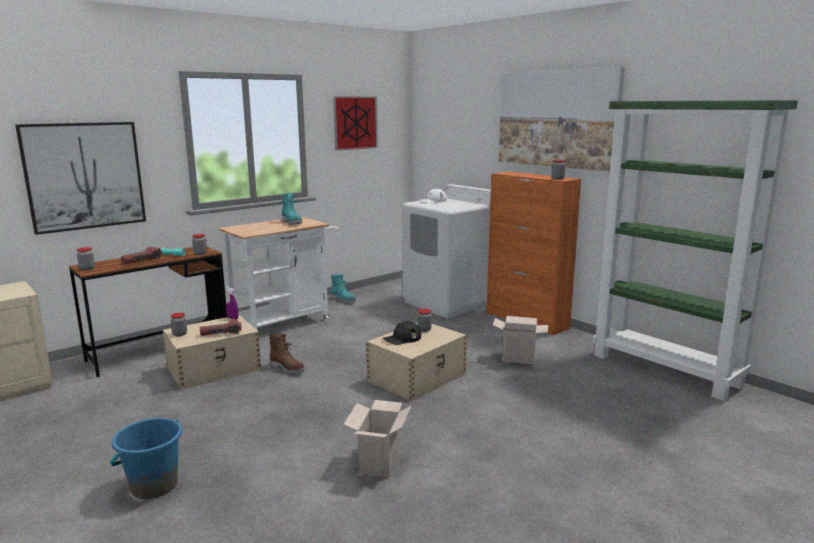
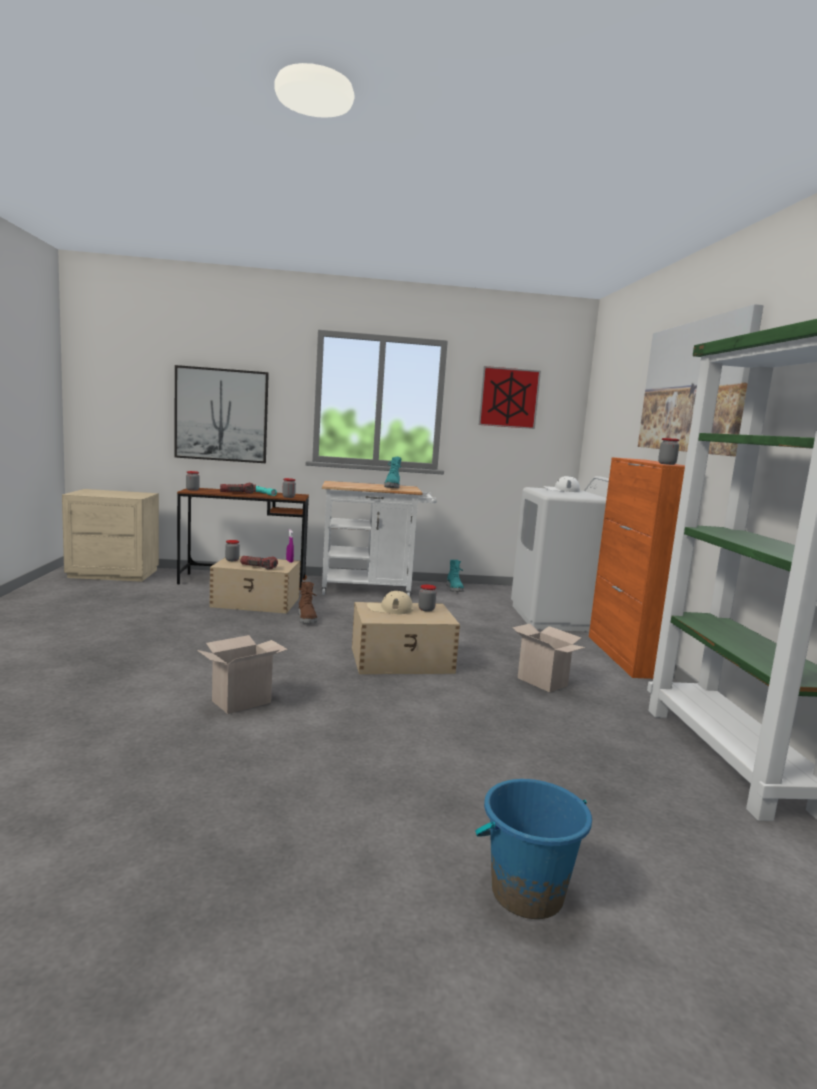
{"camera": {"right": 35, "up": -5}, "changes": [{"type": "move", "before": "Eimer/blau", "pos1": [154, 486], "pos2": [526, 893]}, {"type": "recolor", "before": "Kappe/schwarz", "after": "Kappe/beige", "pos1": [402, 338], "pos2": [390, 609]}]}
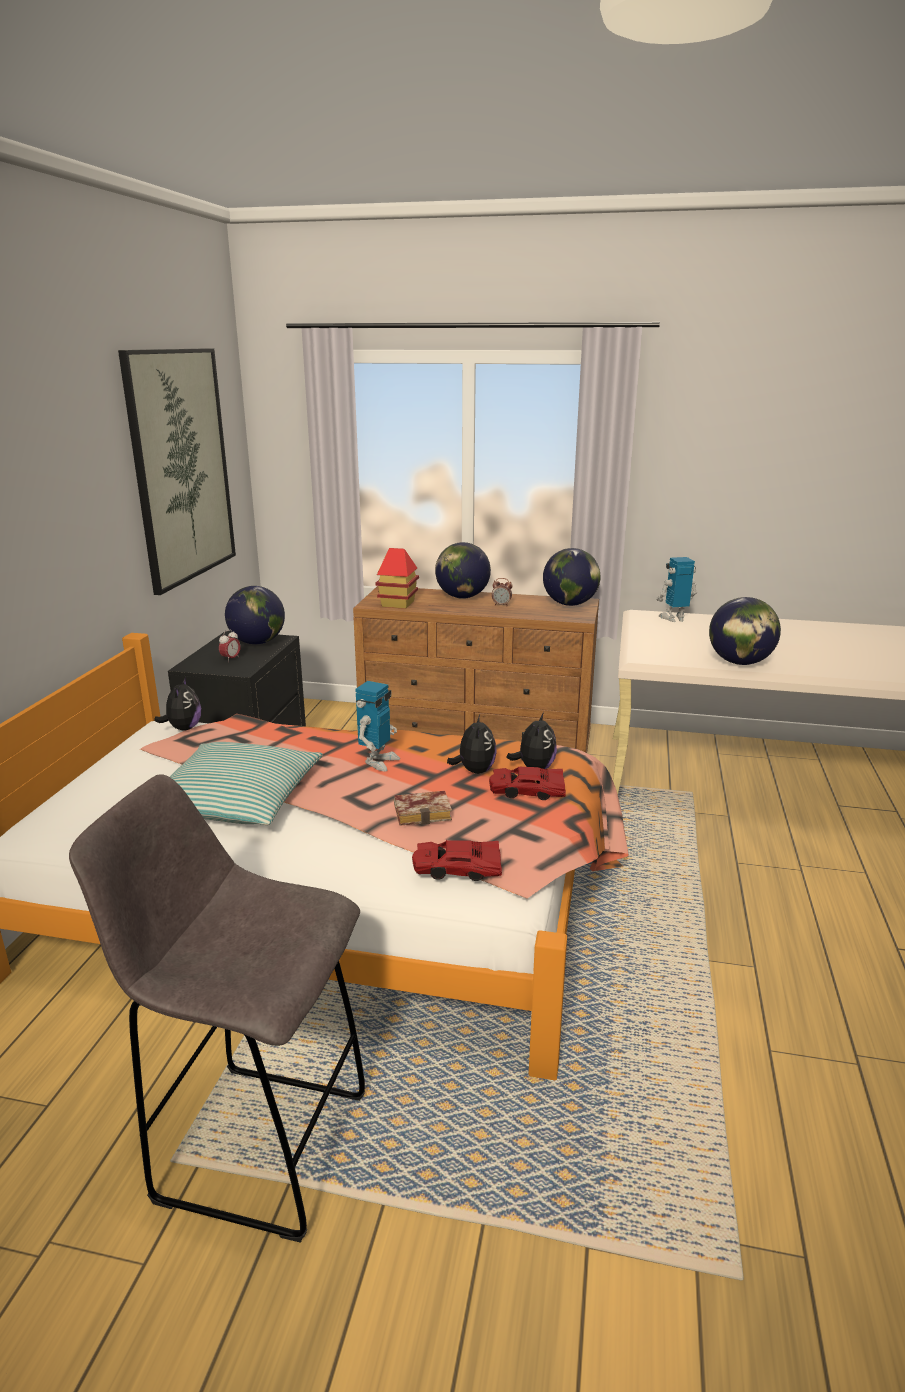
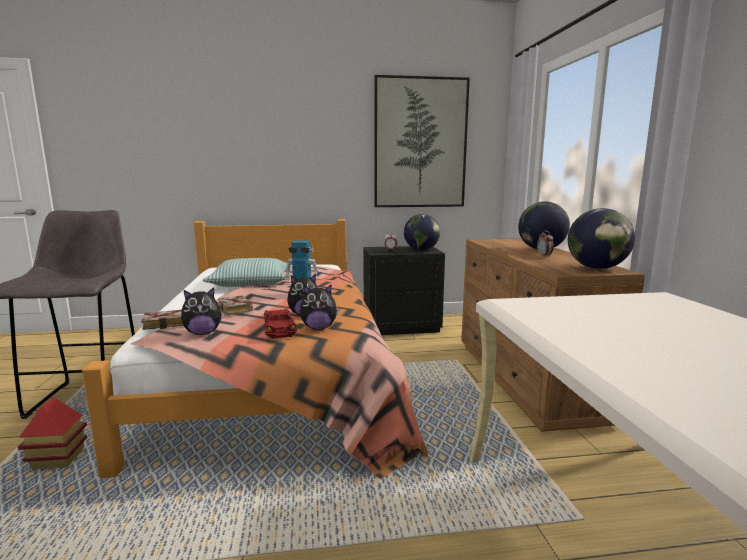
{"camera": {"right": 70, "up": -10}, "changes": [{"type": "delete", "before": "Spielzeugroboter", "pos1": [674, 619]}, {"type": "delete", "before": "Globus", "pos1": [739, 662]}, {"type": "move", "before": "Plüschtier", "pos1": [183, 728], "pos2": [203, 333]}, {"type": "move", "before": "Spielzeughaus", "pos1": [398, 604], "pos2": [58, 460]}, {"type": "replace", "before": "Spielzeugauto/rot", "after": "Buch", "pos1": [457, 869], "pos2": [167, 323]}]}
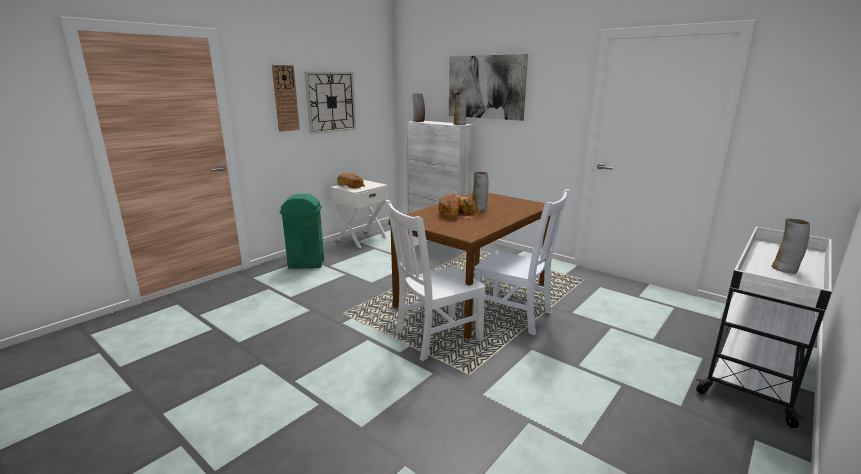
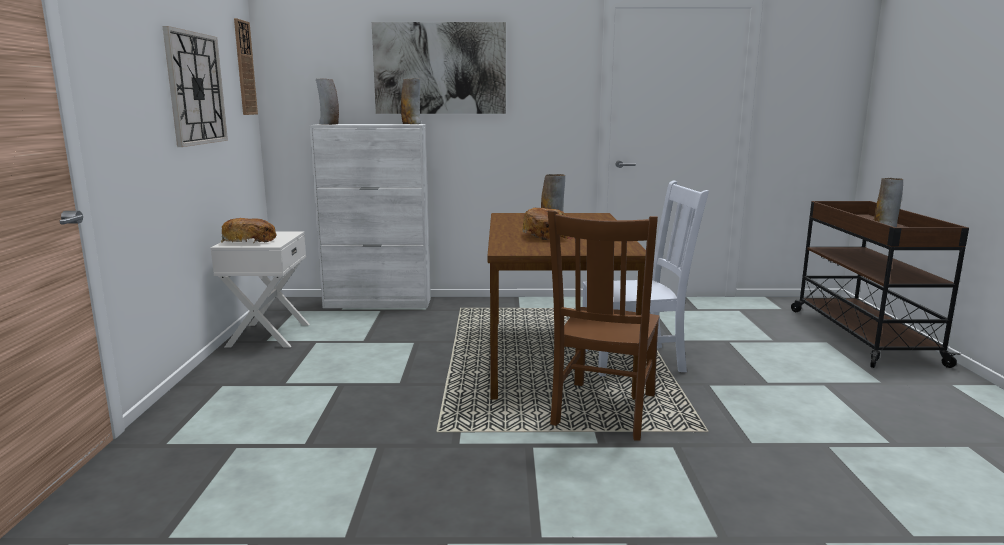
{"camera": {"right": -40, "up": -5}, "changes": [{"type": "delete", "before": "Mülleimer/grün", "pos1": [306, 264]}, {"type": "move", "before": "Wanduhr", "pos1": [285, 98], "pos2": [245, 68]}, {"type": "recolor", "before": "Stuhl/weiß", "after": "Stuhl/braun", "pos1": [435, 337], "pos2": [603, 411]}, {"type": "recolor", "before": "Rollwagen/weiß", "after": "Rollwagen/braun", "pos1": [754, 366], "pos2": [861, 335]}]}
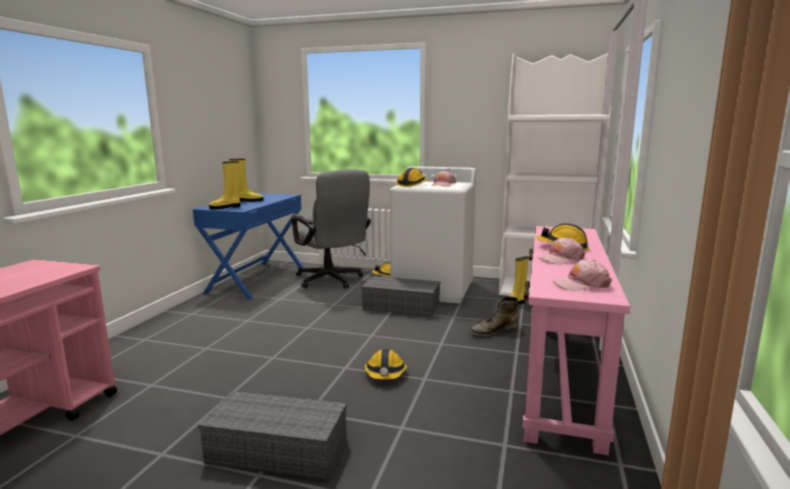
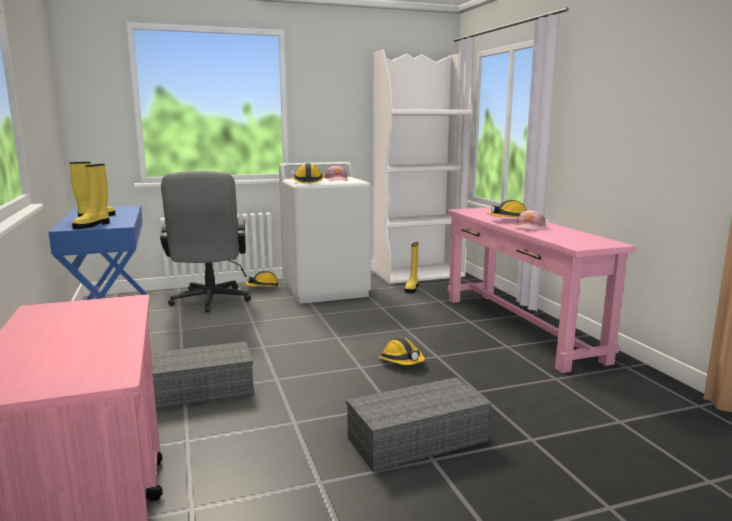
{"camera": {"right": -35, "up": 0}, "changes": [{"type": "delete", "before": "Stiefel/grün", "pos1": [493, 330]}, {"type": "delete", "before": "Kappe/rosa", "pos1": [581, 284]}, {"type": "move", "before": "Aufbewahrungsbox/grau", "pos1": [402, 306], "pos2": [198, 390]}, {"type": "rotate", "before": "Bürostuhl/grau", "pos1": [332, 281], "pos2": [210, 302], "turn": 60}]}
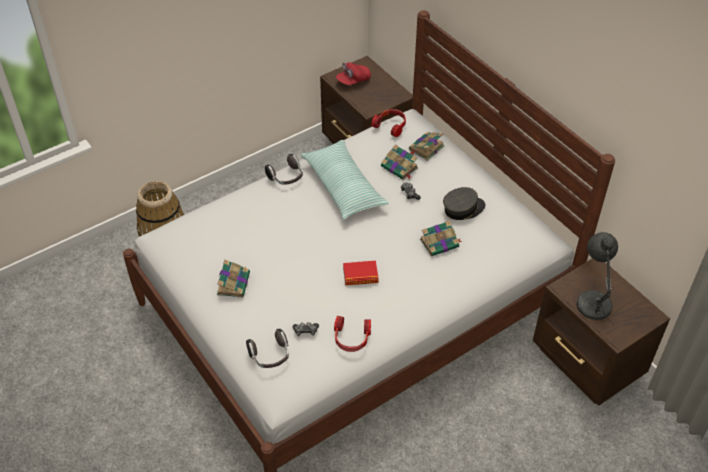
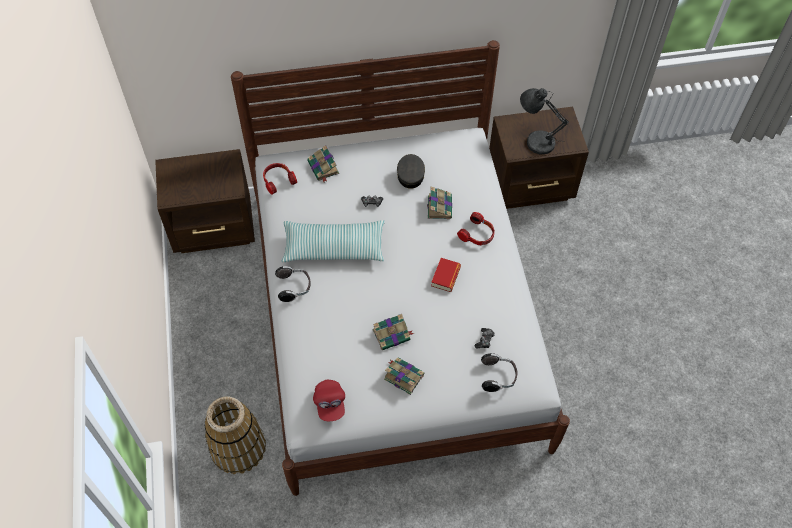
{"camera": {"right": -65, "up": 10}, "changes": [{"type": "move", "before": "Kopfhörer", "pos1": [351, 339], "pos2": [477, 234]}, {"type": "move", "before": "Kappe/rot", "pos1": [353, 80], "pos2": [330, 404]}, {"type": "move", "before": "Buch", "pos1": [400, 168], "pos2": [392, 335]}]}
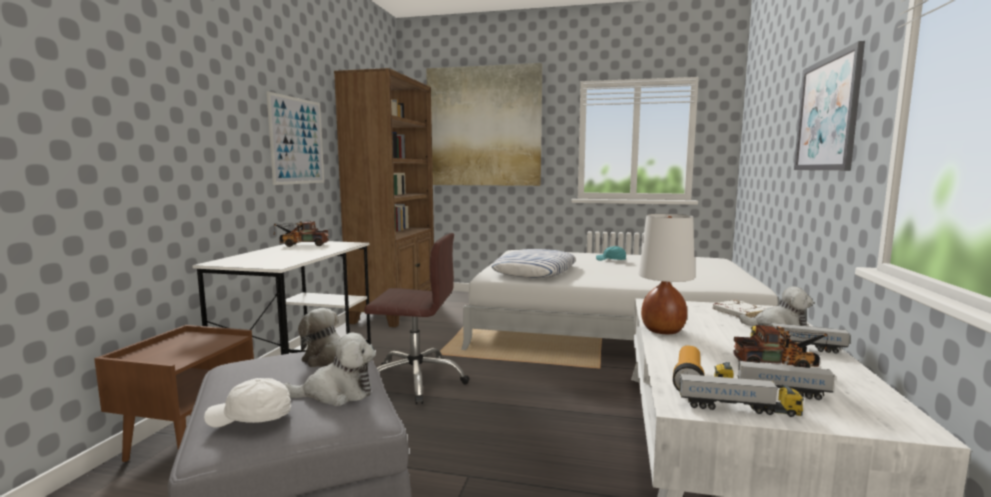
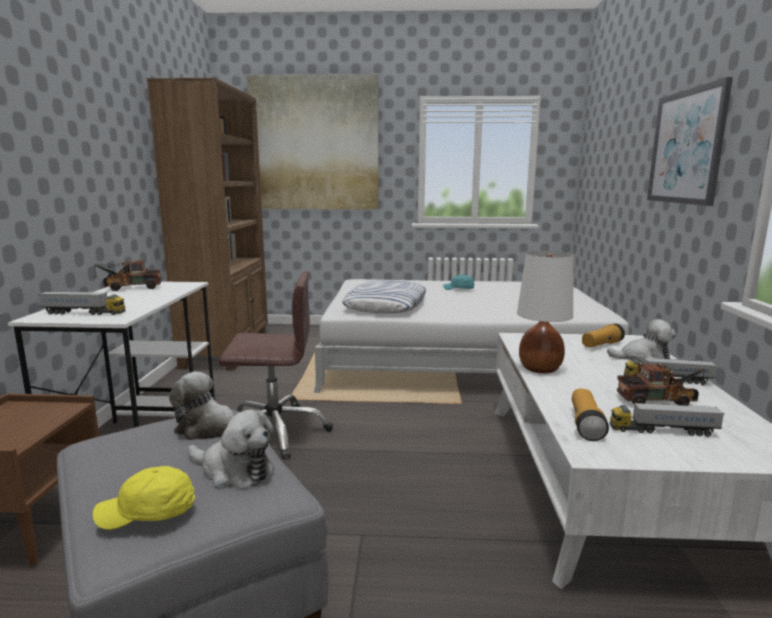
{"camera": {"right": -10, "up": 5}, "changes": [{"type": "delete", "before": "Bild", "pos1": [297, 141]}, {"type": "move", "before": "Spielzeuglaster", "pos1": [738, 408], "pos2": [84, 313]}, {"type": "replace", "before": "Buch/weiß", "after": "Taschenlampe", "pos1": [738, 313], "pos2": [601, 345]}, {"type": "recolor", "before": "Kappe/weiß", "after": "Kappe/gelb", "pos1": [250, 418], "pos2": [147, 513]}, {"type": "rotate", "before": "Plüschtier", "pos1": [336, 393], "pos2": [234, 471], "turn": 45}]}
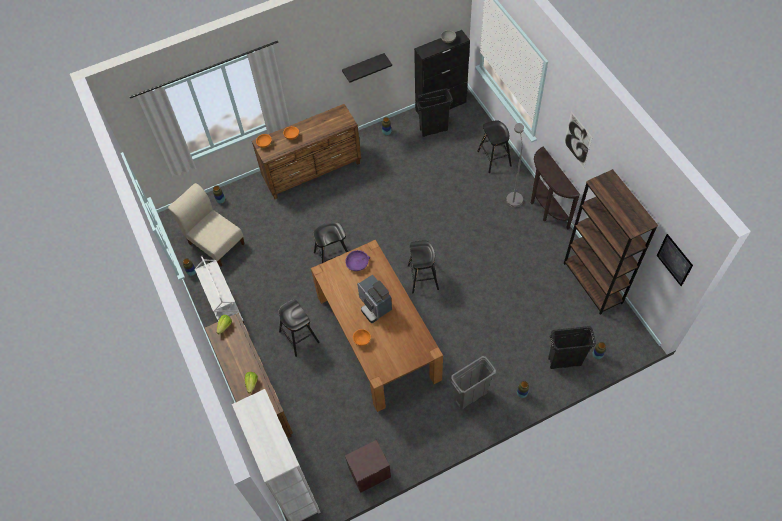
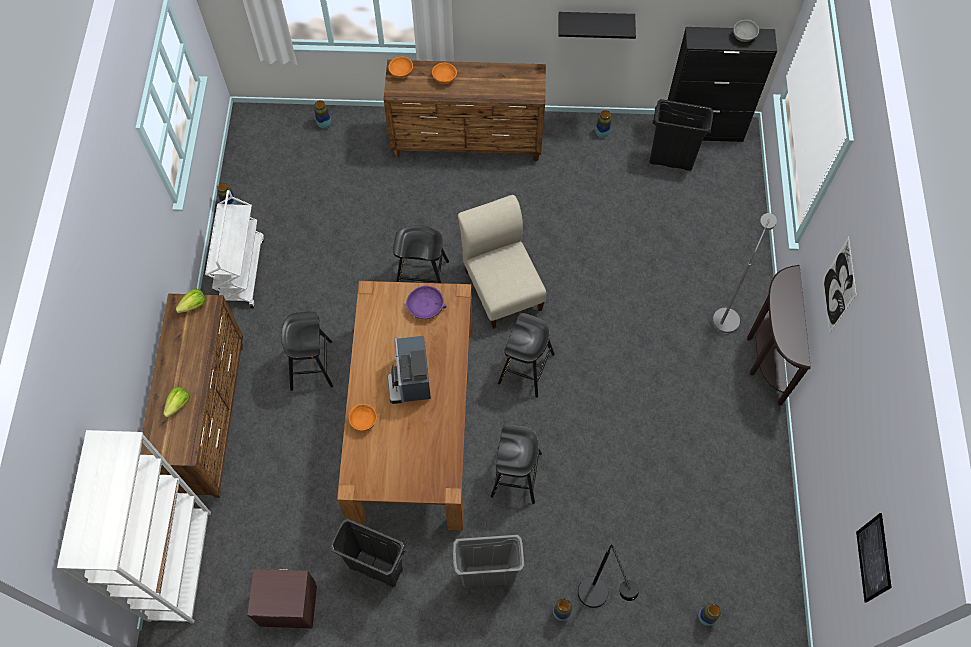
{"camera": {"right": 25, "up": 5}, "changes": [{"type": "delete", "before": "Bücherregal/braun", "pos1": [593, 283]}, {"type": "insert", "after": "Stehlampe/schwarz", "pos2": [597, 600]}, {"type": "move", "before": "Stuhl/beige", "pos1": [215, 242], "pos2": [502, 286]}, {"type": "move", "before": "Hocker/schwarz", "pos1": [494, 158], "pos2": [516, 474]}, {"type": "move", "before": "Mülleimer/schwarz", "pos1": [564, 361], "pos2": [375, 568]}]}
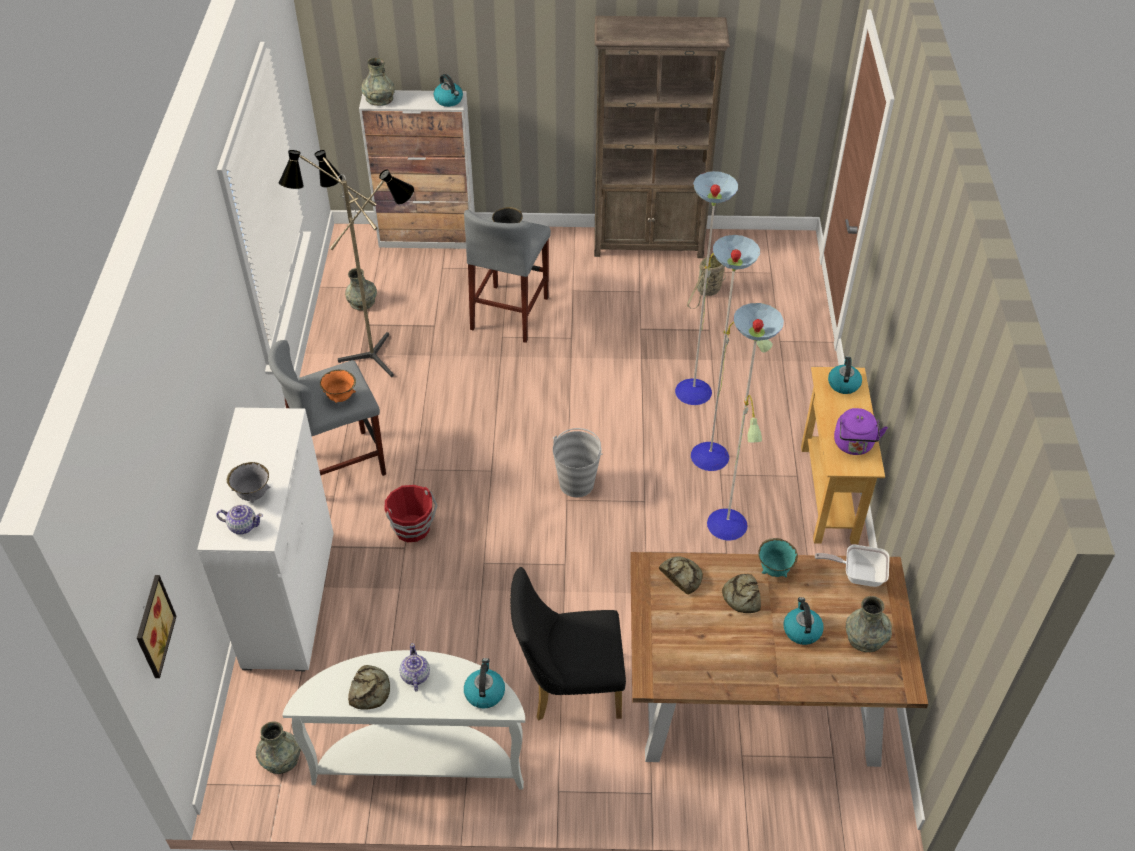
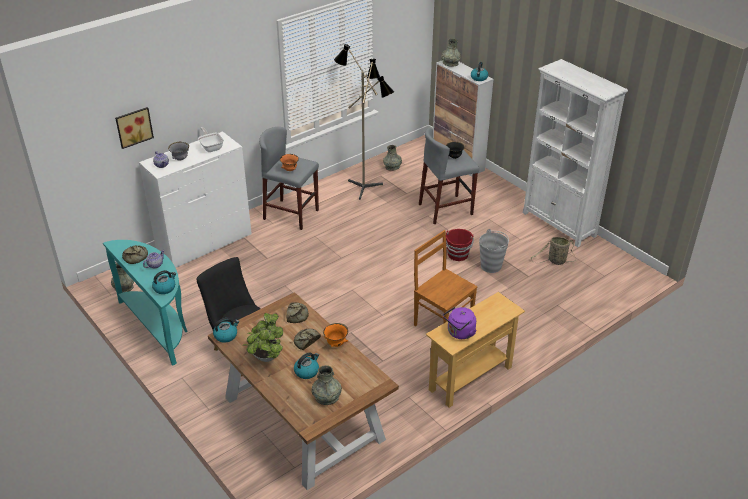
{"camera": {"right": 50, "up": -10}, "changes": [{"type": "insert", "after": "Topfpflanze", "pos2": [266, 358]}, {"type": "move", "before": "Bild", "pos1": [151, 626], "pos2": [133, 127]}, {"type": "move", "before": "Eimer/rot", "pos1": [413, 529], "pos2": [458, 255]}, {"type": "move", "before": "Eimer/grau", "pos1": [577, 483], "pos2": [491, 266]}, {"type": "move", "before": "Pfanne", "pos1": [858, 574], "pos2": [211, 147]}, {"type": "move", "before": "Wasserkessel", "pos1": [843, 384], "pos2": [226, 335]}, {"type": "replace", "before": "Stehlampe", "after": "Stuhl/braun", "pos1": [713, 456], "pos2": [442, 322]}, {"type": "recolor", "before": "Konsolentisch/weiß", "after": "Konsolentisch/türkis", "pos1": [420, 760], "pos2": [159, 326]}, {"type": "recolor", "before": "Bücherregal/braun", "after": "Bücherregal/weiß", "pos1": [649, 243], "pos2": [559, 224]}, {"type": "recolor", "before": "Schüssel/türkis", "after": "Schüssel/orange", "pos1": [774, 570], "pos2": [336, 344]}]}
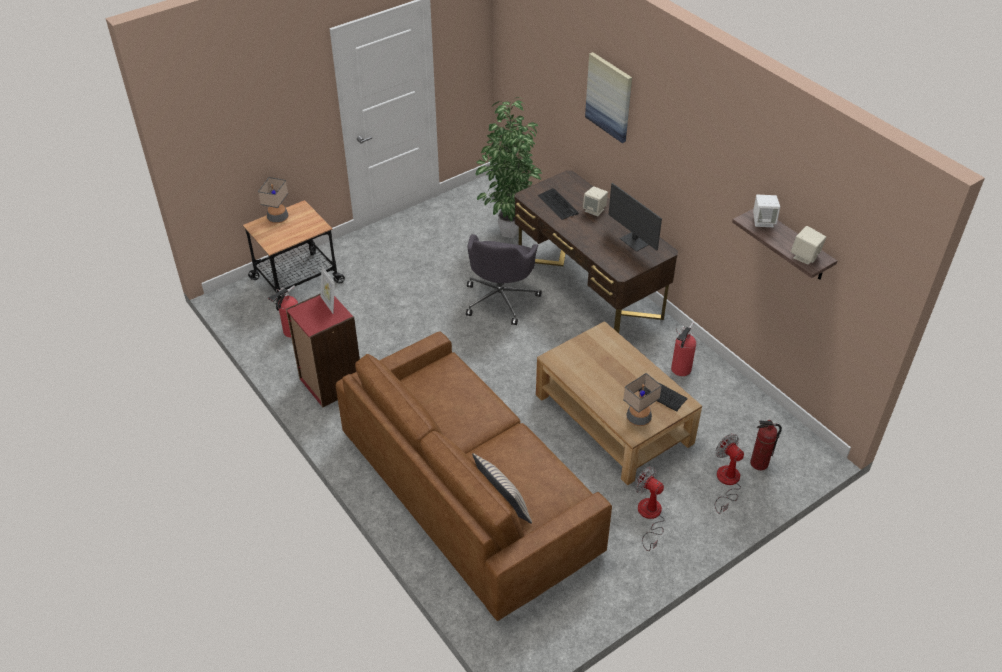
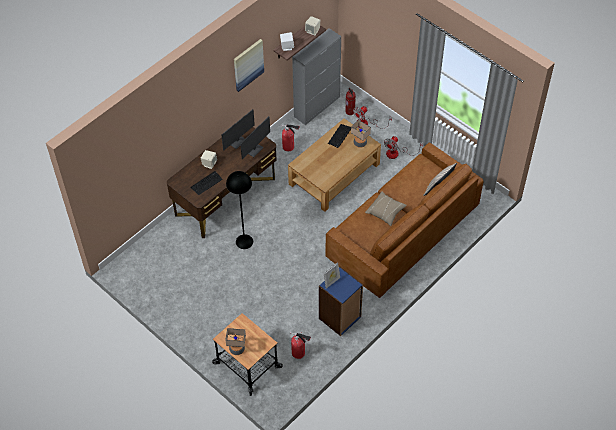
{"camera": {"right": -100, "up": 10}, "changes": [{"type": "delete", "before": "Topfpflanze", "pos1": [509, 234]}, {"type": "insert", "after": "Monitor", "pos2": [254, 149]}, {"type": "insert", "after": "Schrank/grau", "pos2": [317, 106]}, {"type": "insert", "after": "Kissen/beige", "pos2": [385, 212]}, {"type": "move", "before": "Bild", "pos1": [609, 97], "pos2": [248, 64]}, {"type": "replace", "before": "Bürostuhl/grau", "after": "Stehlampe/schwarz", "pos1": [501, 299], "pos2": [244, 241]}, {"type": "recolor", "before": "Bücherregal/rot", "after": "Bücherregal/blau", "pos1": [330, 383], "pos2": [340, 318]}]}
